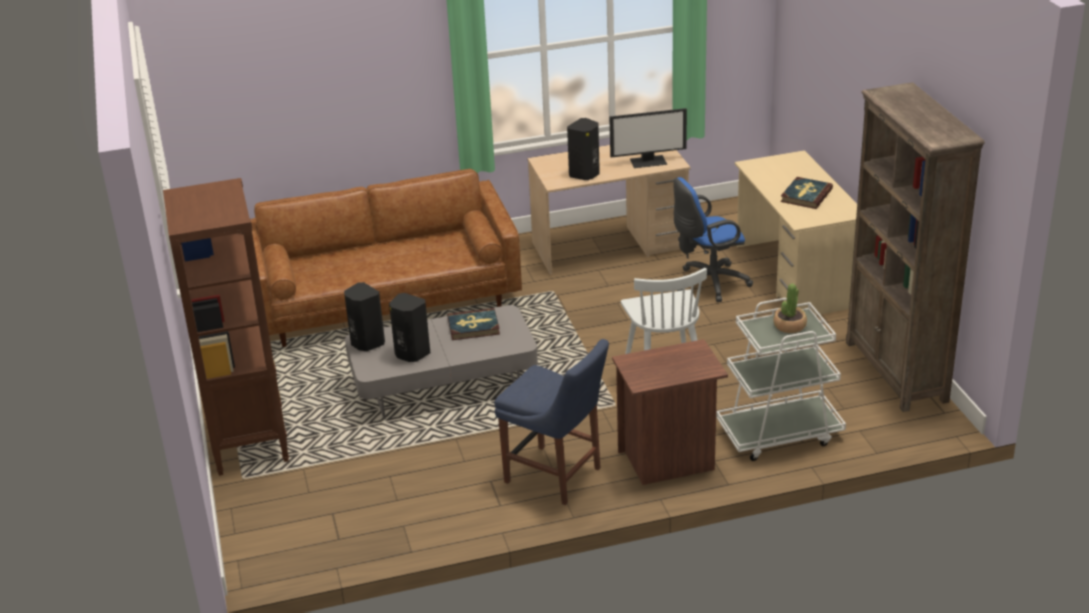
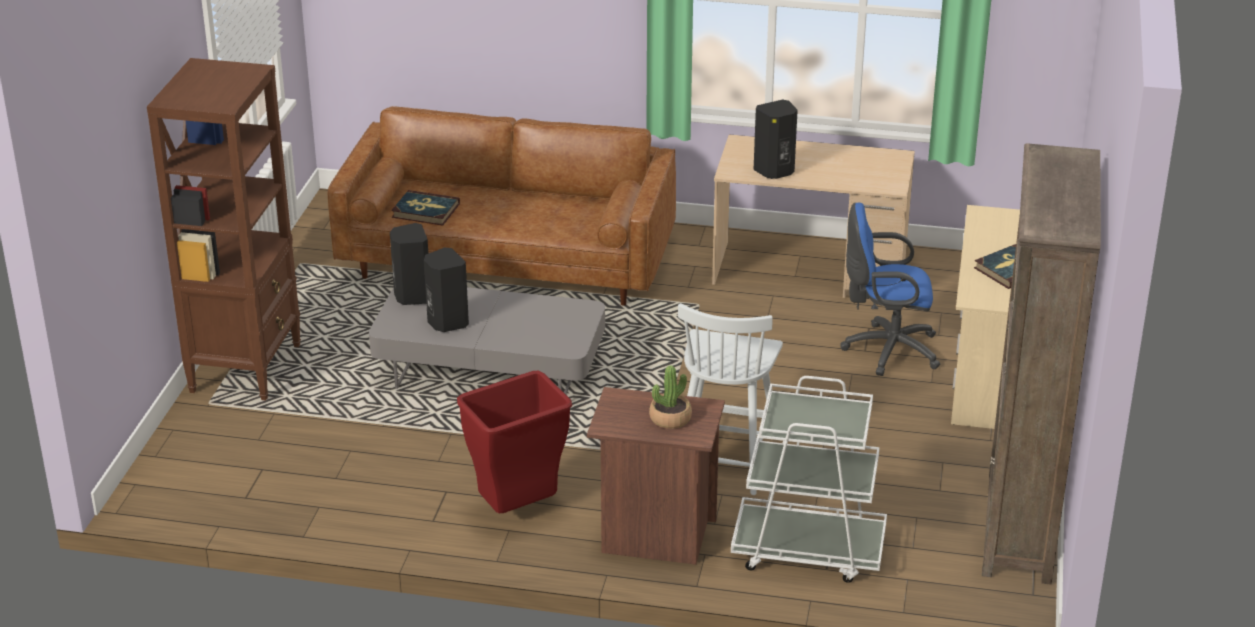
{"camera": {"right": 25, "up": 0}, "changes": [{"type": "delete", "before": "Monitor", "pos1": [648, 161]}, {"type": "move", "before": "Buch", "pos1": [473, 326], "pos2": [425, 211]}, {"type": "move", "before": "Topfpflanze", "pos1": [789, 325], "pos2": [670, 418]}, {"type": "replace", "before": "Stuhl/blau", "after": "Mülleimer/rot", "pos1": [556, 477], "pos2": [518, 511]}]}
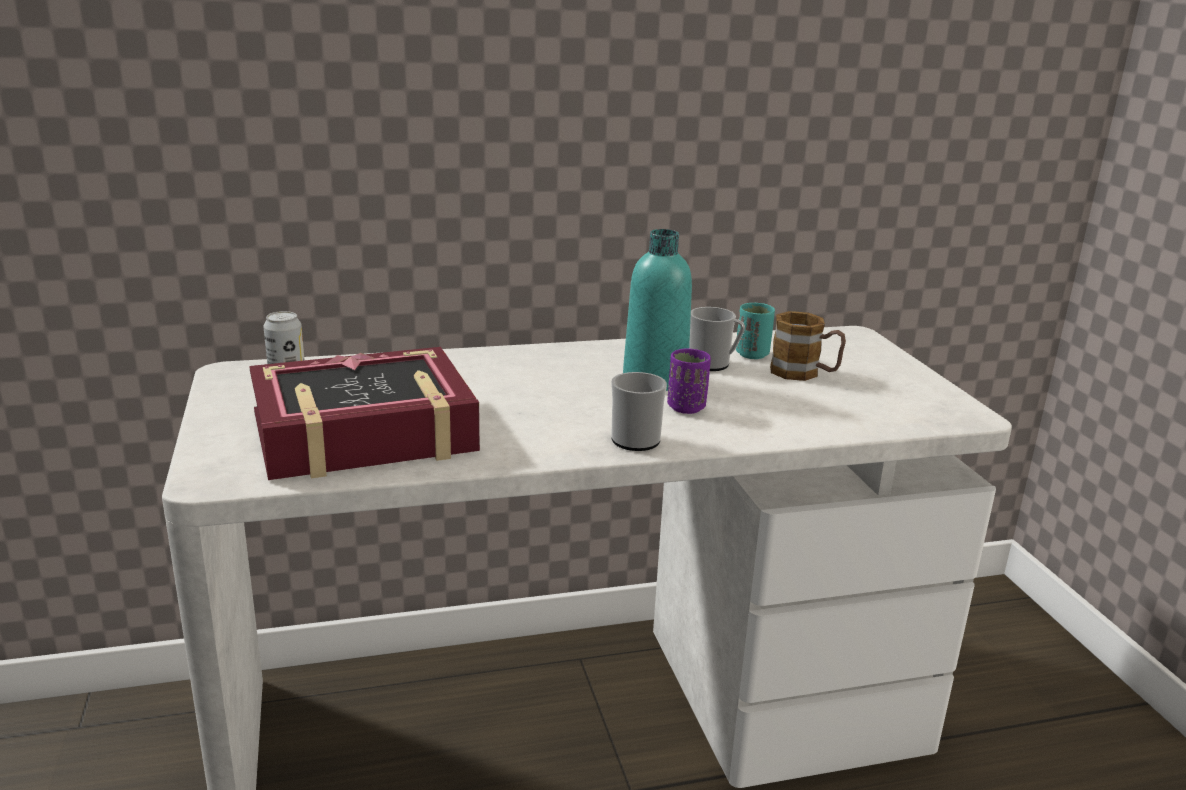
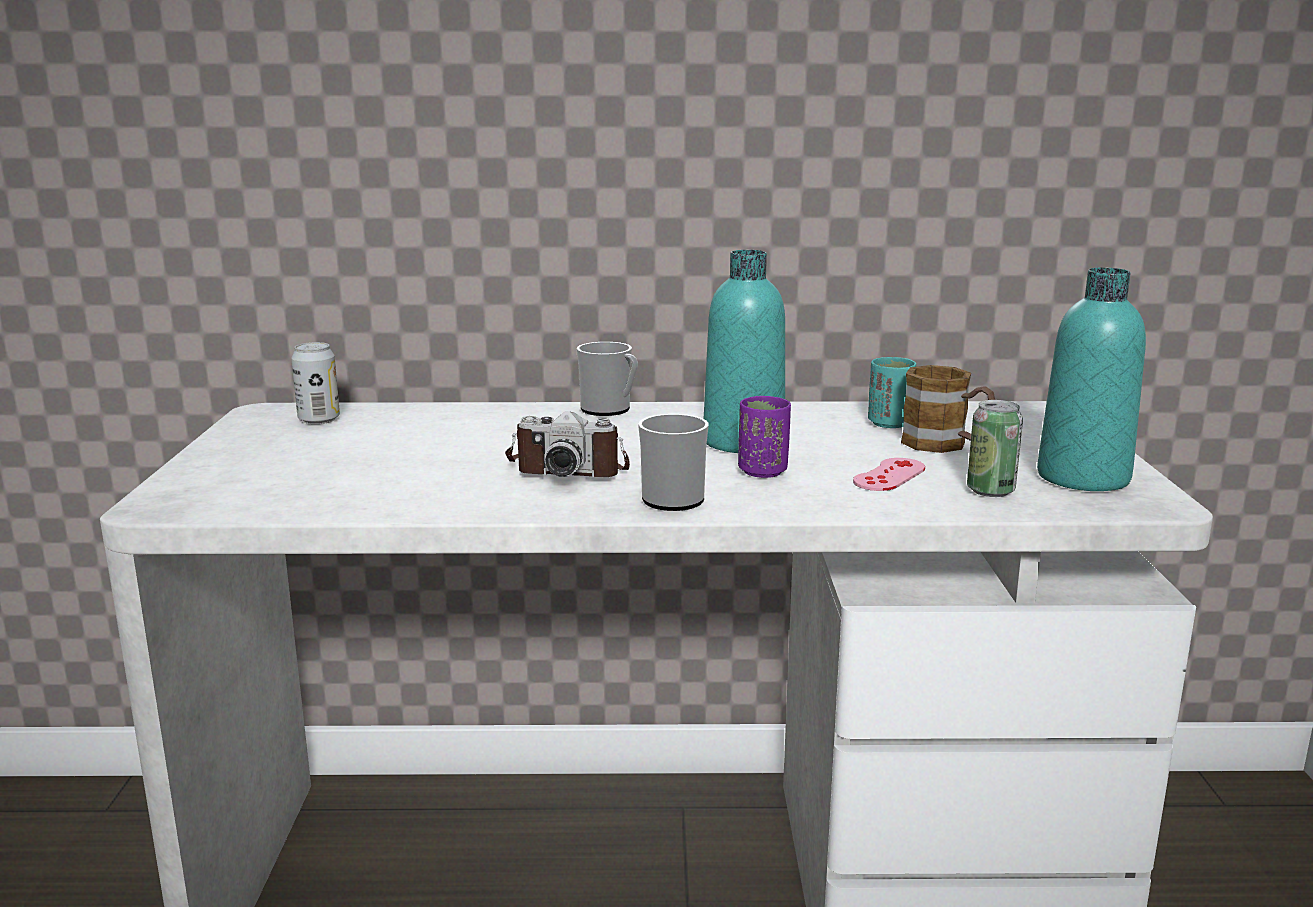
{"camera": {"right": 15, "up": -5}, "changes": [{"type": "delete", "before": "Buch", "pos1": [364, 433]}, {"type": "insert", "after": "Kamera", "pos2": [569, 469]}, {"type": "insert", "after": "Gamepad/rosa", "pos2": [889, 475]}, {"type": "insert", "after": "Dose", "pos2": [990, 491]}, {"type": "insert", "after": "Flasche/türkis", "pos2": [1083, 477]}, {"type": "move", "before": "Henkelbecher", "pos1": [713, 364], "pos2": [610, 410]}]}
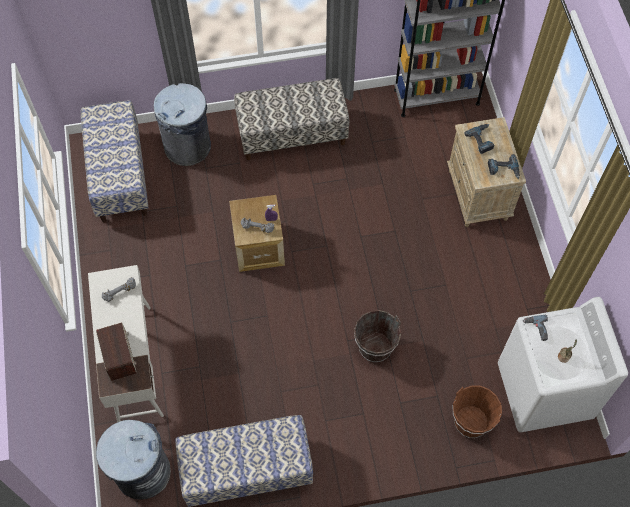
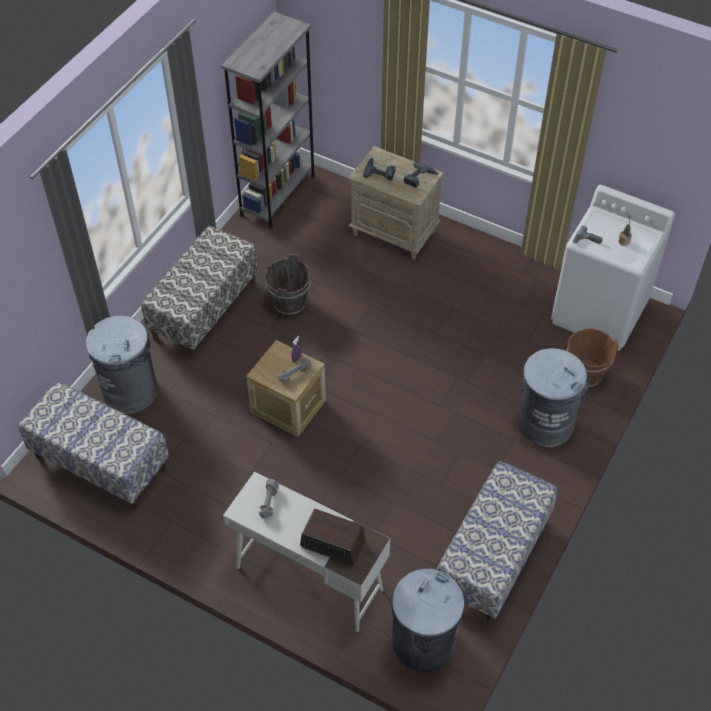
{"camera": {"right": -50, "up": -10}, "changes": [{"type": "insert", "after": "Mülleimer/grau", "pos2": [545, 423]}, {"type": "move", "before": "Eimer/braun", "pos1": [375, 347], "pos2": [289, 303]}]}
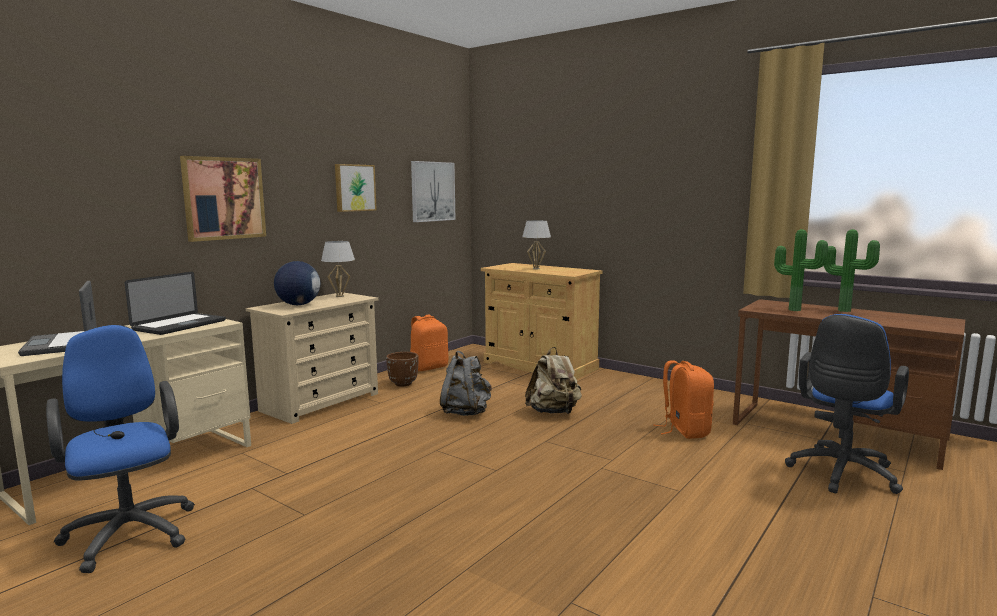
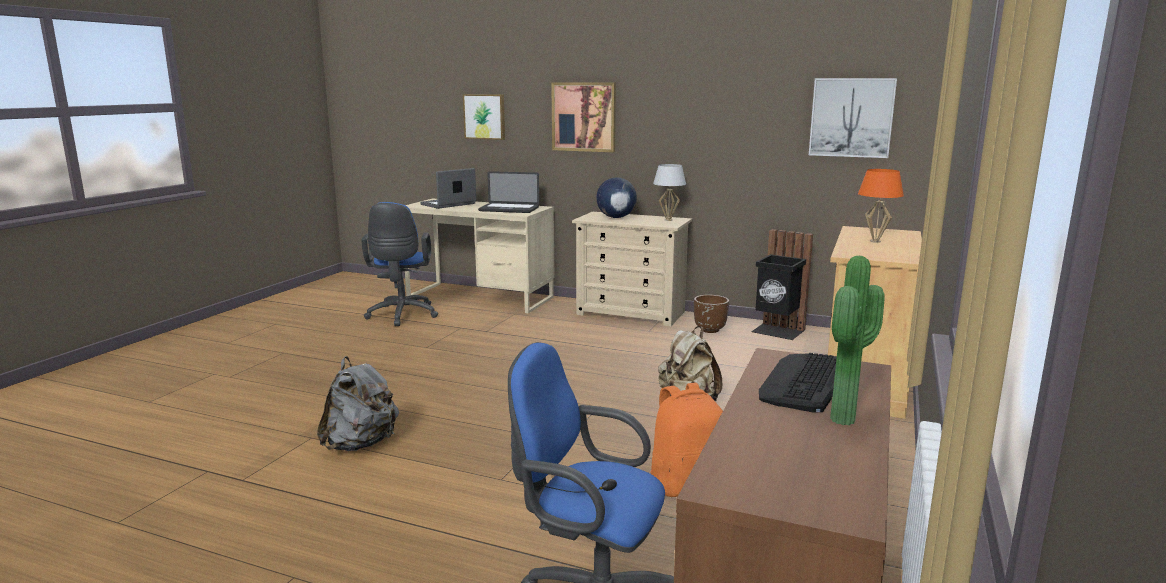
{"camera": {"right": 75, "up": 5}, "changes": [{"type": "move", "before": "Bild", "pos1": [354, 188], "pos2": [485, 116]}, {"type": "move", "before": "Rucksack/grau", "pos1": [466, 412], "pos2": [361, 444]}, {"type": "replace", "before": "Rucksack/orange", "after": "Mülleimer/schwarz", "pos1": [428, 367], "pos2": [777, 331]}, {"type": "replace", "before": "Topfpflanze", "after": "Tastatur", "pos1": [795, 309], "pos2": [803, 382]}, {"type": "recolor", "before": "Tischlampe/weiß", "after": "Tischlampe/orange", "pos1": [536, 269], "pos2": [875, 241]}, {"type": "rotate", "before": "Bürostuhl/blau", "pos1": [130, 531], "pos2": [401, 316], "turn": 135}]}
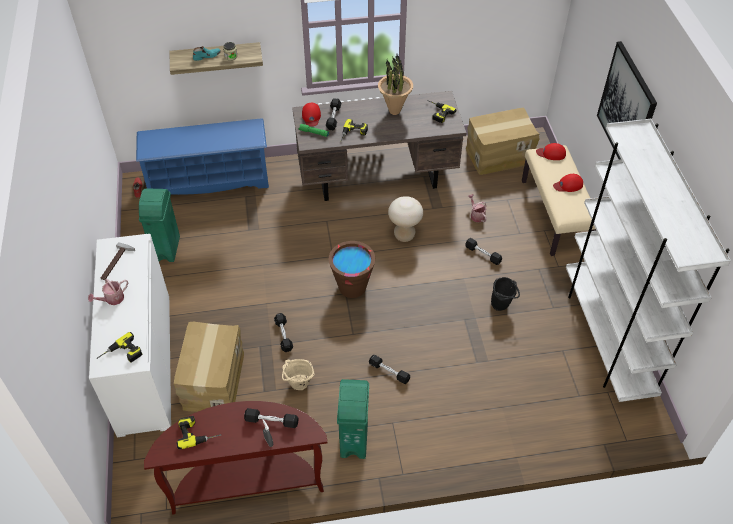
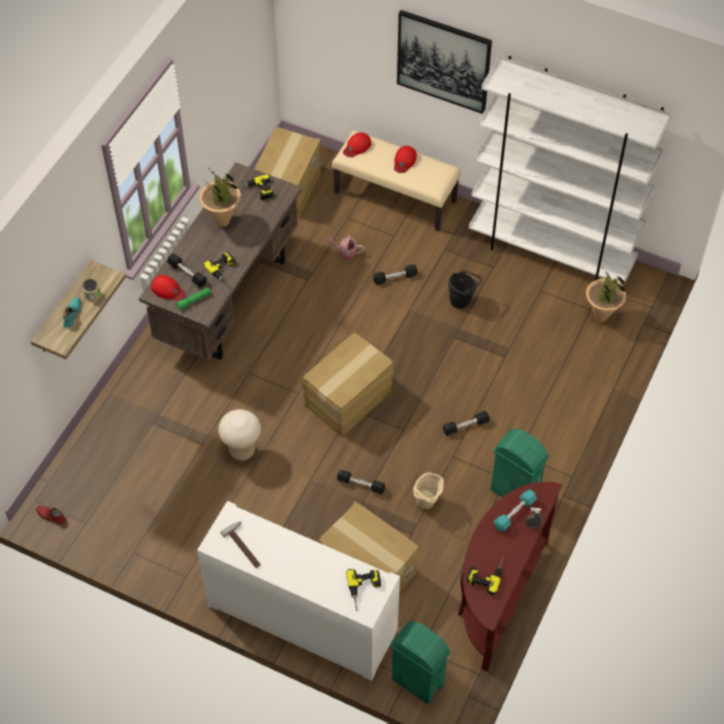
{"camera": {"right": -55, "up": 5}, "changes": [{"type": "delete", "before": "Gießkanne", "pos1": [112, 299]}, {"type": "delete", "before": "Schuhregal/blau", "pos1": [209, 180]}, {"type": "insert", "after": "Topfpflanze", "pos2": [601, 317]}, {"type": "move", "before": "Mülleimer/grün", "pos1": [166, 249], "pos2": [418, 682]}, {"type": "move", "before": "Hocker/beige", "pos1": [404, 235], "pos2": [242, 451]}, {"type": "replace", "before": "Eimer/braun", "after": "Karton", "pos1": [352, 287], "pos2": [349, 399]}, {"type": "recolor", "before": "Hantel/schwarz", "after": "Hantel/türkis", "pos1": [271, 421], "pos2": [514, 513]}]}
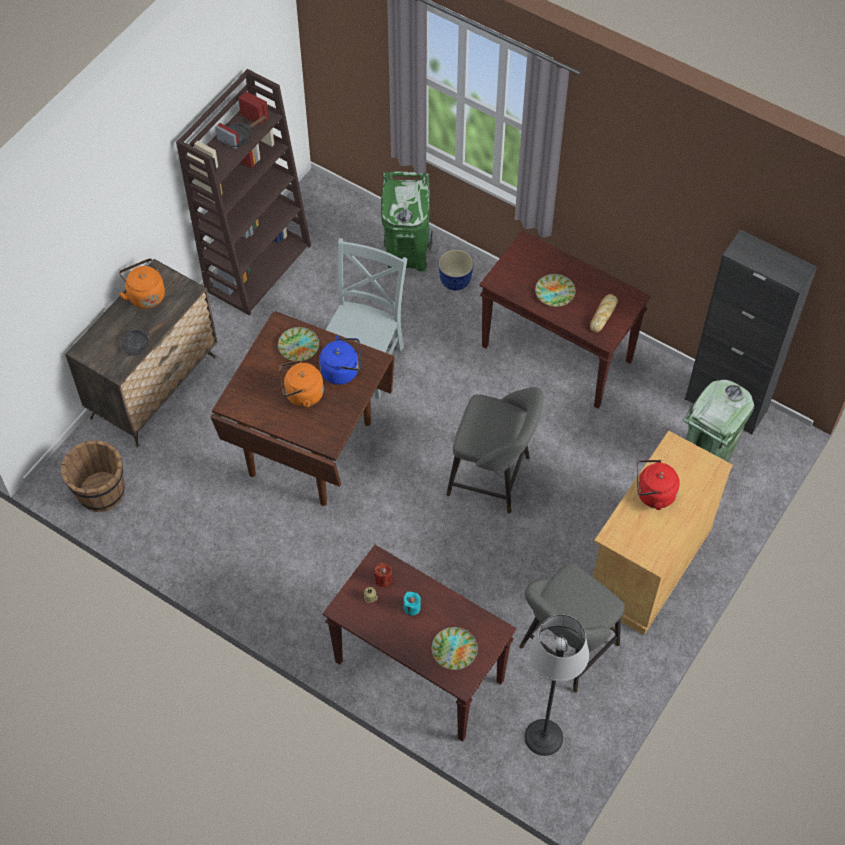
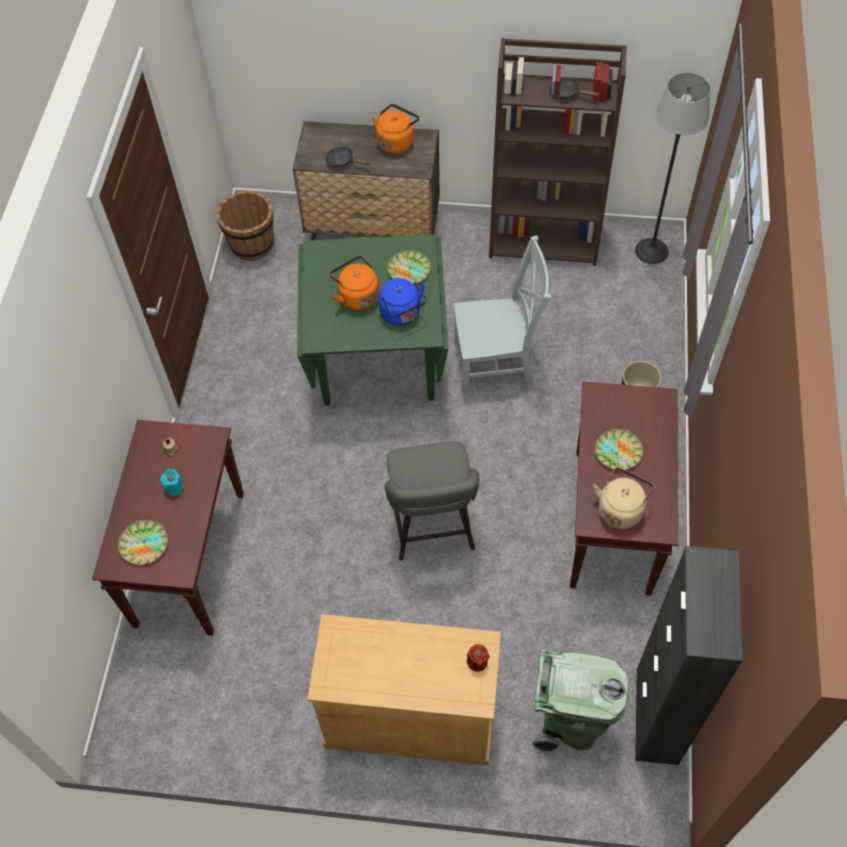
{"camera": {"right": 65, "up": 0}, "changes": [{"type": "delete", "before": "Mülleimer/grün", "pos1": [407, 256]}, {"type": "delete", "before": "Hocker/grau", "pos1": [565, 649]}, {"type": "delete", "before": "Wasserkessel/rot", "pos1": [653, 494]}, {"type": "move", "before": "Kerze/rot", "pos1": [383, 579], "pos2": [477, 662]}, {"type": "move", "before": "Stehlampe", "pos1": [544, 737], "pos2": [651, 251]}, {"type": "replace", "before": "Brot", "after": "Wasserkessel/beige", "pos1": [603, 314], "pos2": [620, 509]}, {"type": "recolor", "before": "Esstisch/braun", "after": "Esstisch/grün", "pos1": [311, 449], "pos2": [378, 368]}]}
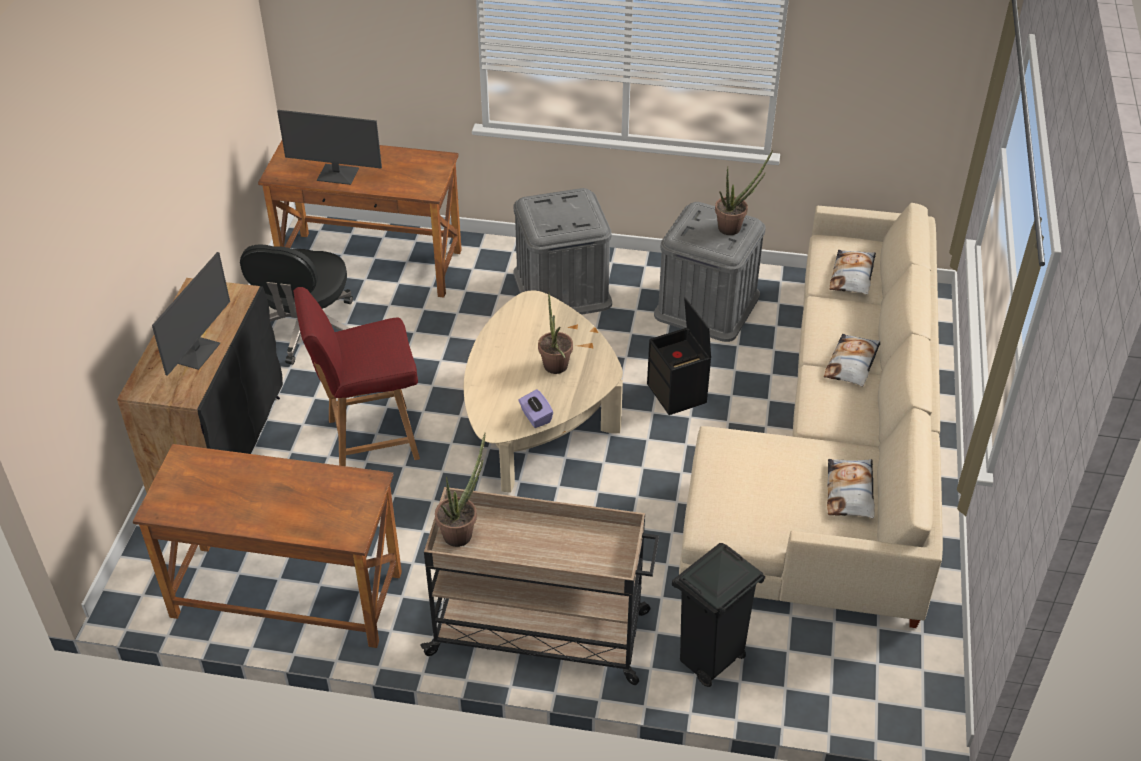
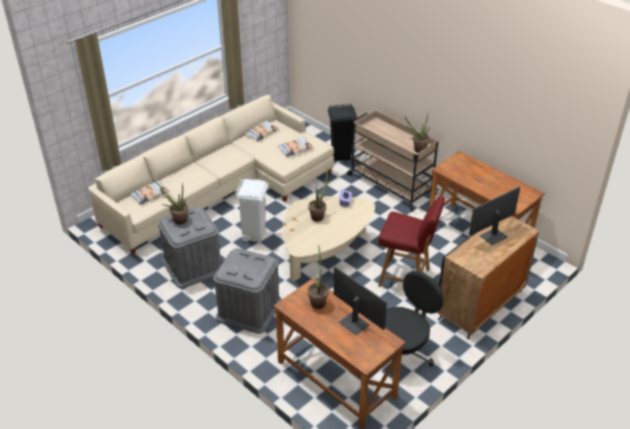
{"camera": {"right": -145, "up": -5}, "changes": [{"type": "insert", "after": "Topfpflanze", "pos2": [318, 300]}, {"type": "move", "before": "Kissen", "pos1": [852, 364], "pos2": [295, 149]}, {"type": "replace", "before": "Aufbewahrungsbox/schwarz", "after": "Mülleimer/weiß", "pos1": [678, 394], "pos2": [254, 235]}]}
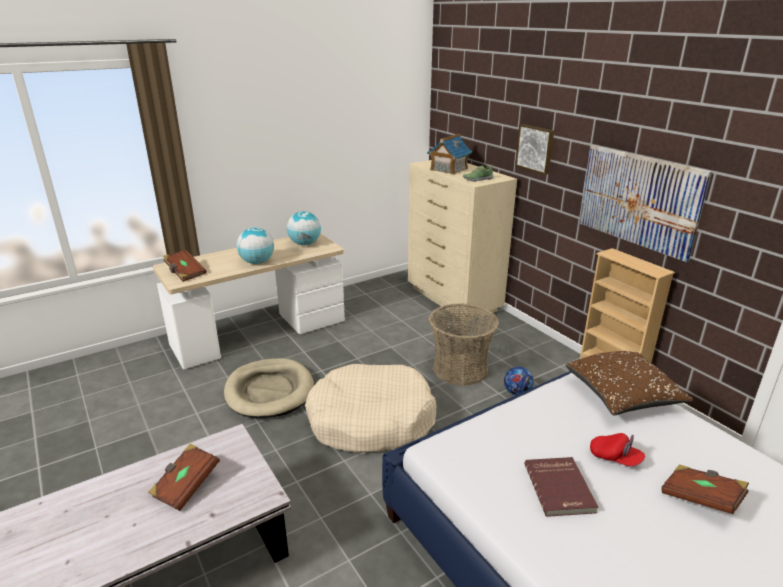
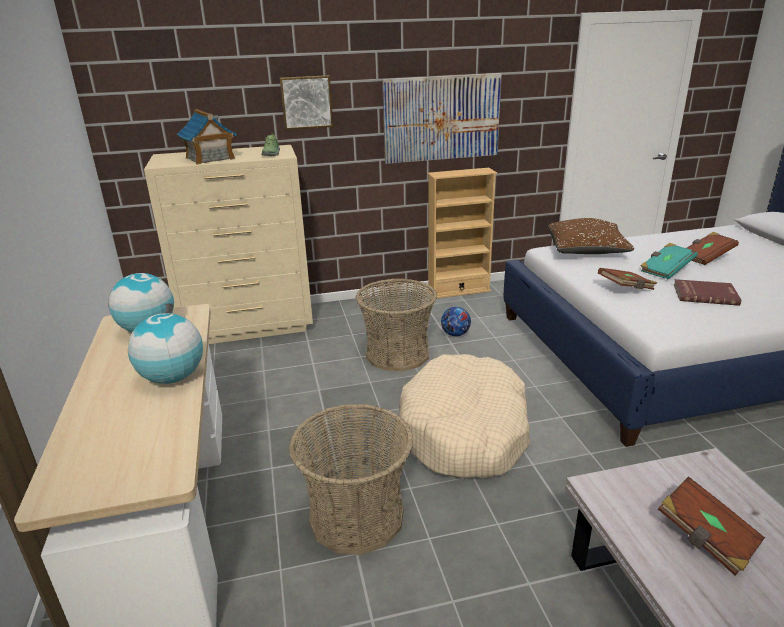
{"camera": {"right": -70, "up": 0}, "changes": [{"type": "move", "before": "Buch/braun", "pos1": [185, 273], "pos2": [626, 289]}, {"type": "replace", "before": "Hundebett/beige", "after": "Korb", "pos1": [269, 391], "pos2": [356, 517]}, {"type": "replace", "before": "Kappe/rot", "after": "Buch/türkis", "pos1": [615, 458], "pos2": [665, 270]}]}
